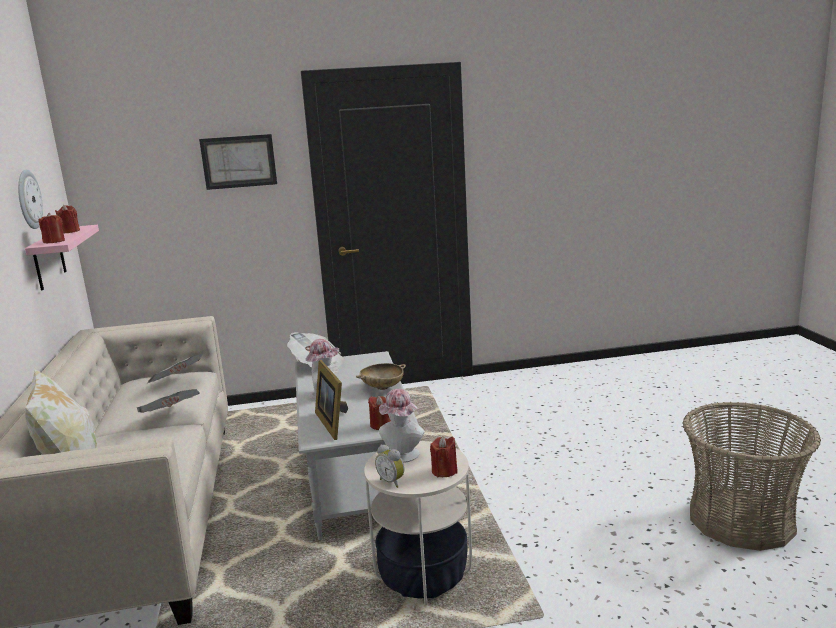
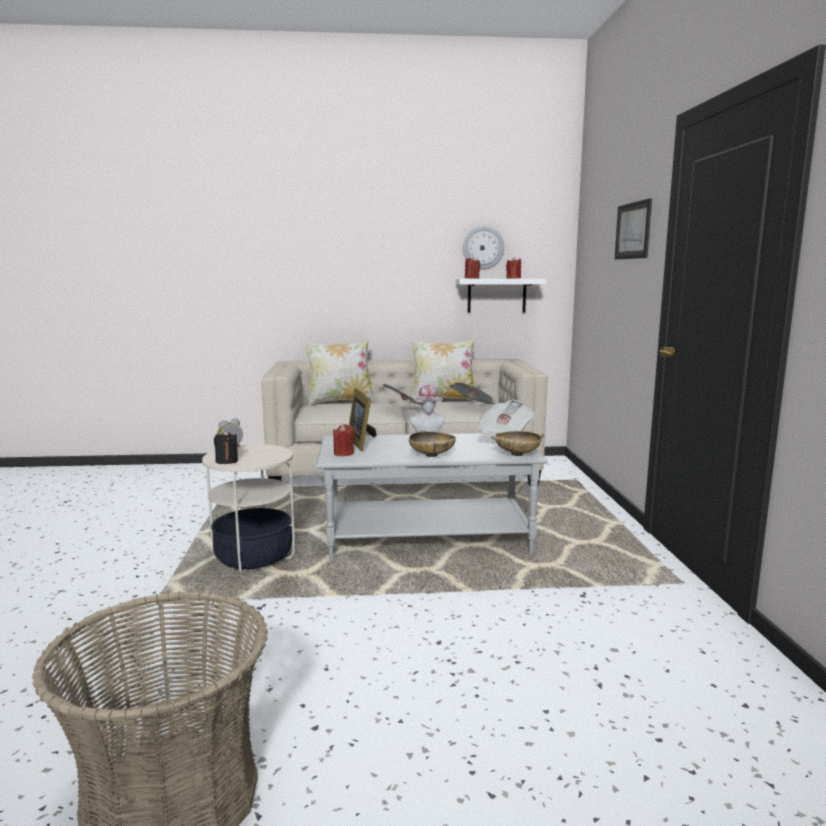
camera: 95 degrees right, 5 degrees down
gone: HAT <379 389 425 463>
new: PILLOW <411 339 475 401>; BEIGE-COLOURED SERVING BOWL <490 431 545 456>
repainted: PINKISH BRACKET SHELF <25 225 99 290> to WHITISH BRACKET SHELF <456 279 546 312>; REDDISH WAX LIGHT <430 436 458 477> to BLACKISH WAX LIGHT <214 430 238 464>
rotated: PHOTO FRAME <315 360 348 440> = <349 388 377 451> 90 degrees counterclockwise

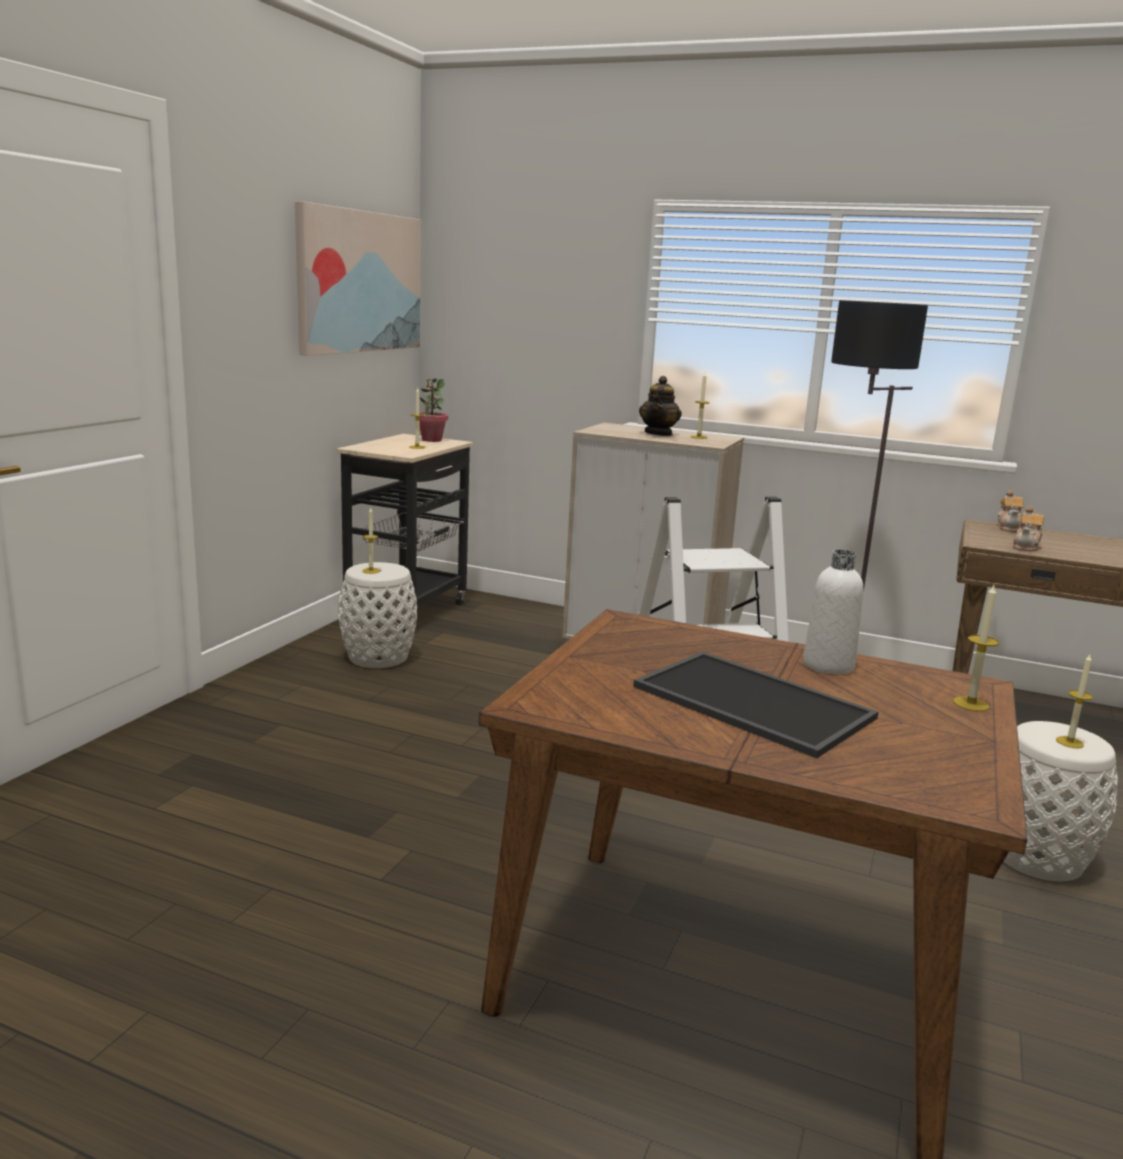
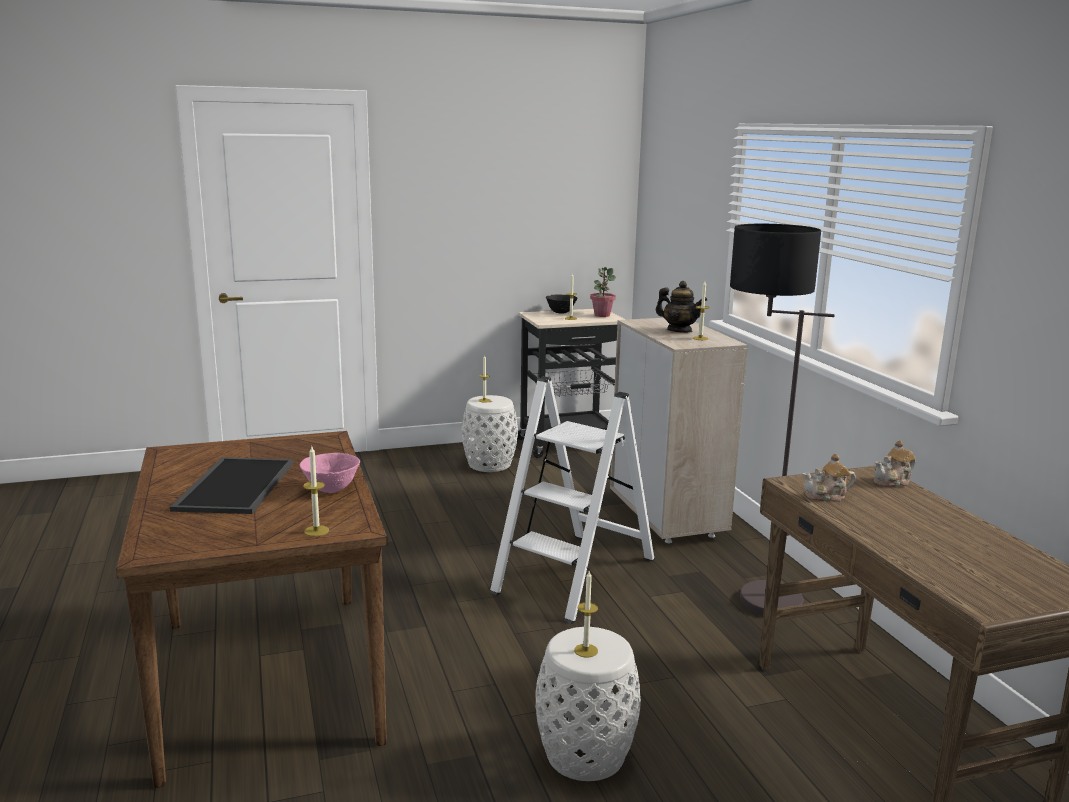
camera: 50 degrees right, 0 degrees up
gone: WALL ART <295 201 421 356>
new: BLACKISH SERVING BOWL <546 294 577 314>
swapped: WHITISH BEVERAGE BOTTLE <803 550 863 674> to PINKISH SERVING BOWL <300 453 360 493>
rotated: TEAPOT <639 376 682 436> = <656 281 707 333> 120 degrees counterclockwise

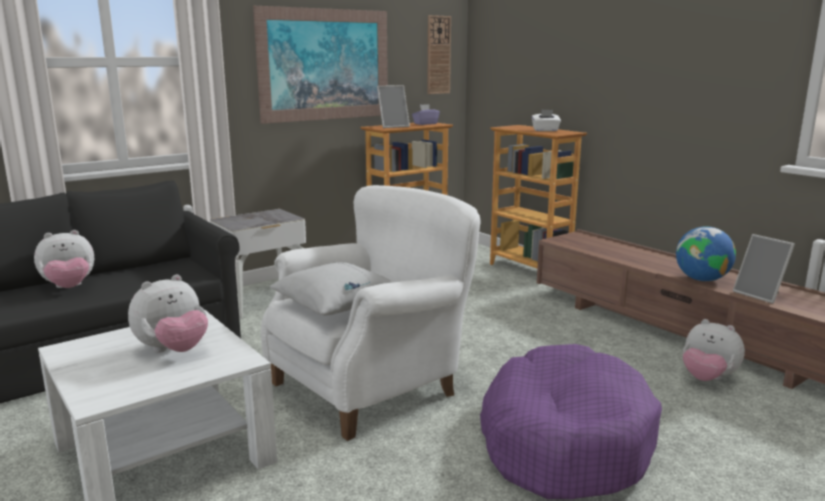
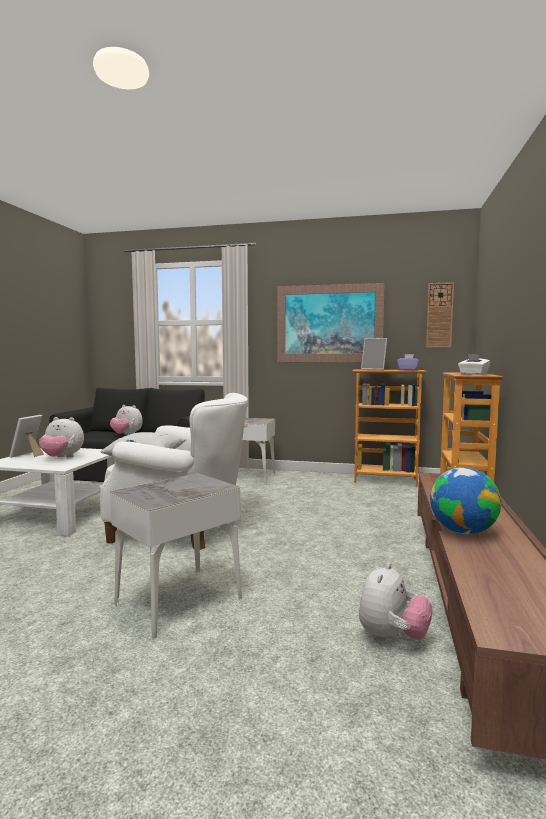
camera: 50 degrees right, 10 degrees down
shifted: PHOTO FRAME <733 234 795 303> to <9 415 44 458>
swapped: PURPLE-COLOURED PET BED <480 344 662 500> to ACCENT TABLE <110 473 242 639>
rotated: SOFT TOY <683 319 745 381> = <359 563 432 642> 150 degrees counterclockwise

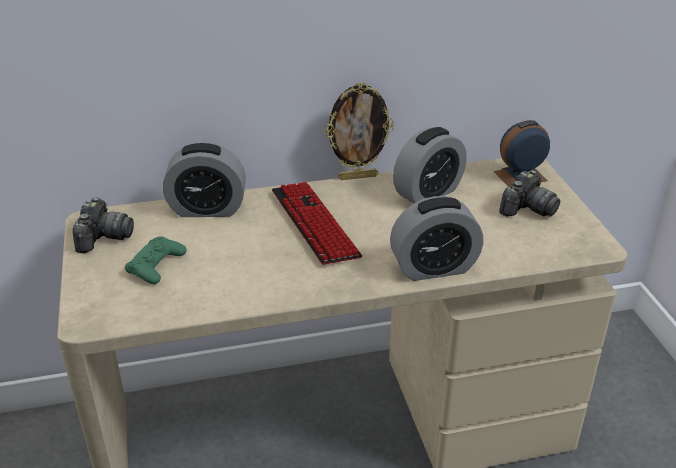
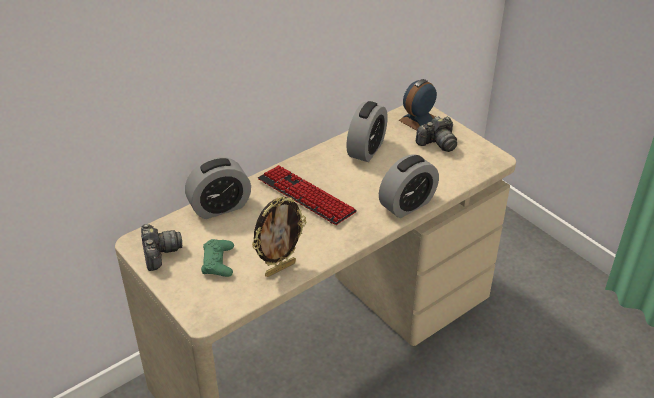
camera: 25 degrees left, 5 degrees up
shifted: PHOTO FRAME <325 82 394 180> to <252 197 306 277>
rotated: STILL CAMERA <499 170 560 217> = <416 116 457 152> 45 degrees clockwise

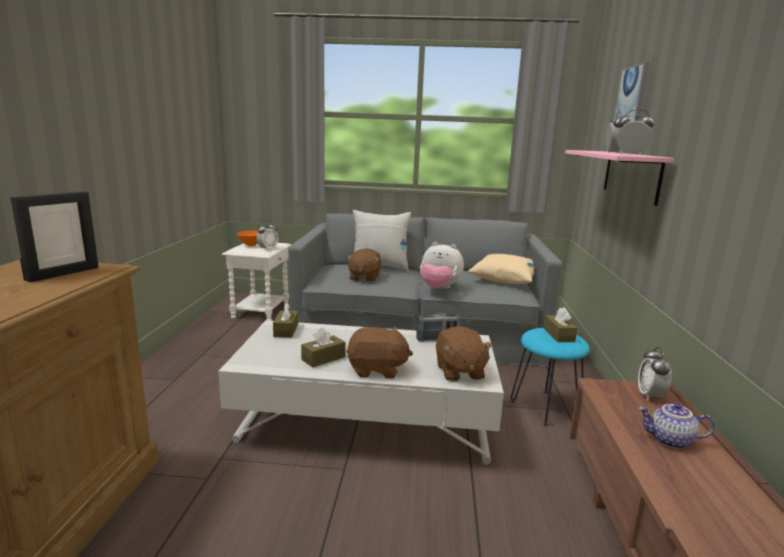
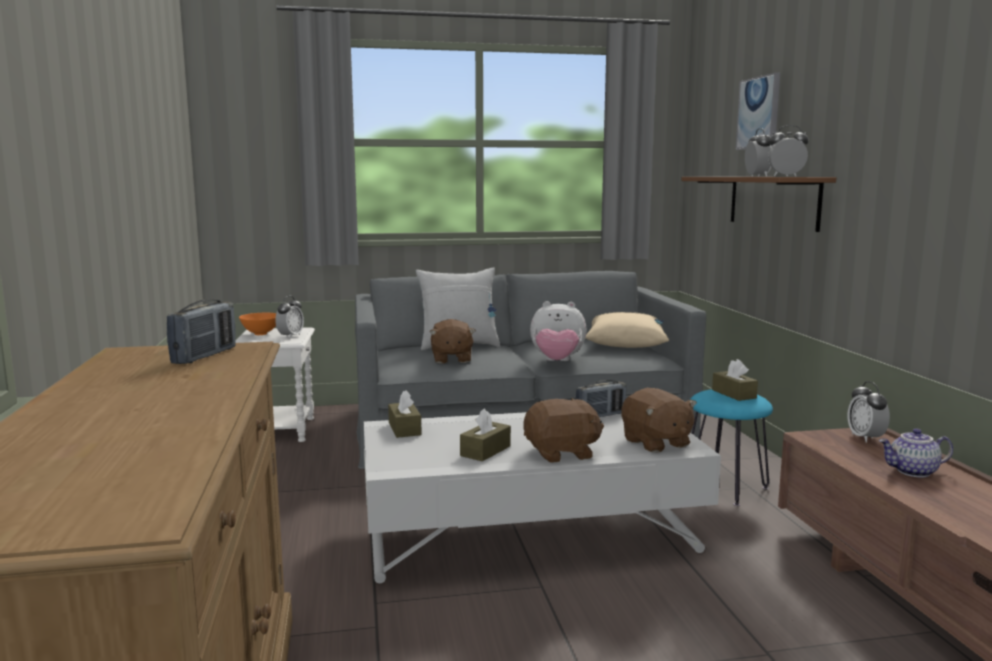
camera: 15 degrees left, 5 degrees down
swapped: PHOTO FRAME <10 191 99 282> to RADIO RECEIVER <167 299 236 364>
repainted: PINKISH BRACKET SHELF <565 150 674 206> to BROWN-COLOURED BRACKET SHELF <681 177 836 232>

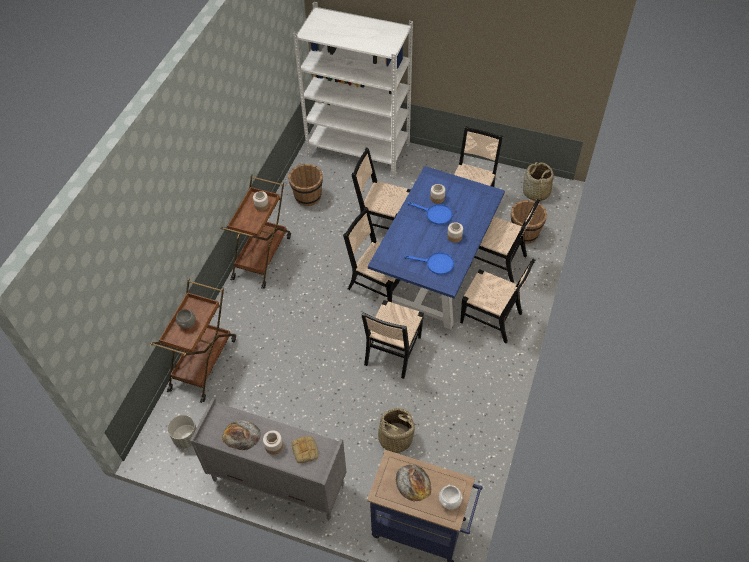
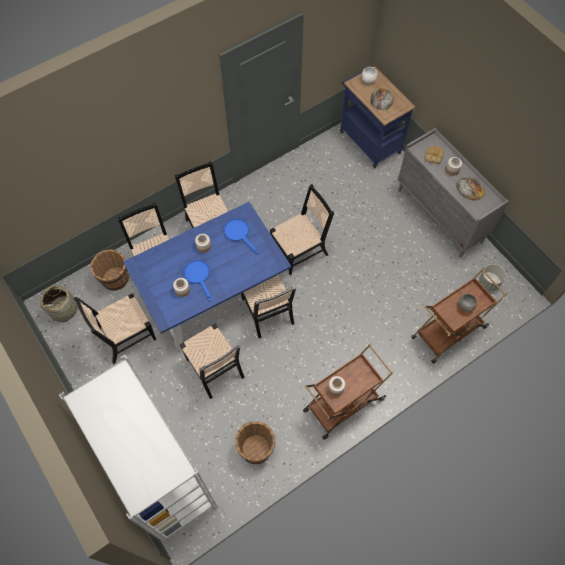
camera: 145 degrees left, 10 degrees up
gone: HOUSEHOLD BASKET <374 408 418 453>

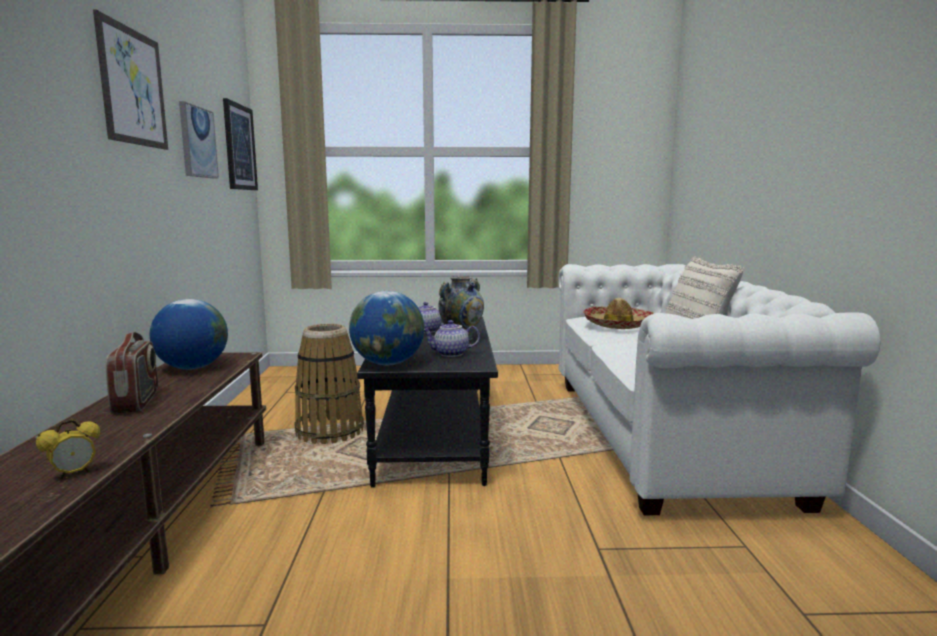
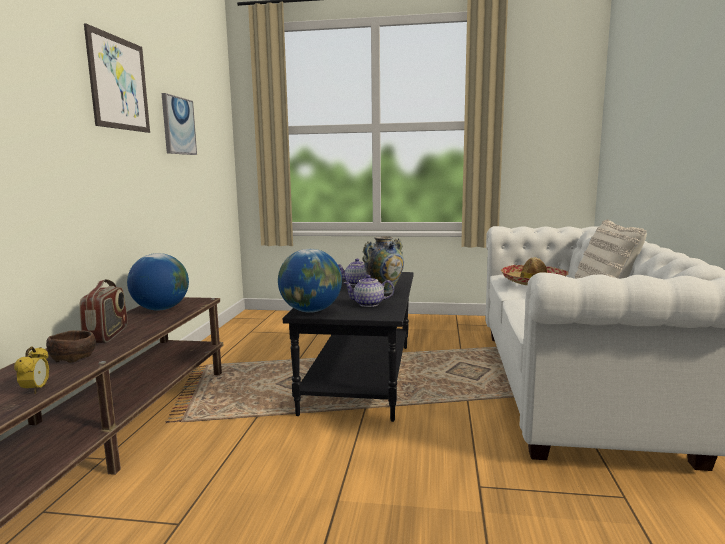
camera: 10 degrees right, 0 degrees up
gone: WALL ART <223 98 258 190>; HOUSEHOLD BASKET <295 324 364 444>
new: BROWN-COLOURED SERVING BOWL <46 331 96 363>
rotated: TABLE CLOCK <36 419 100 479> = <14 346 49 394> 60 degrees counterclockwise

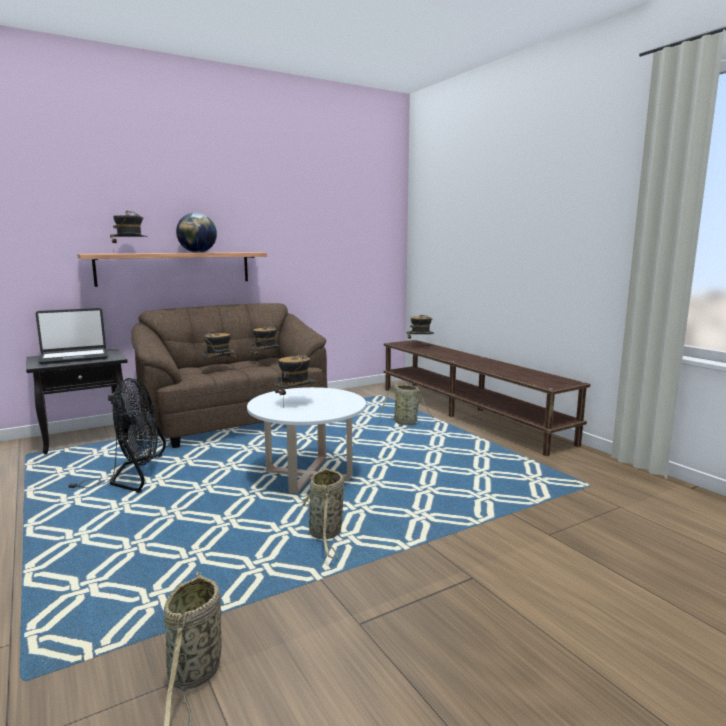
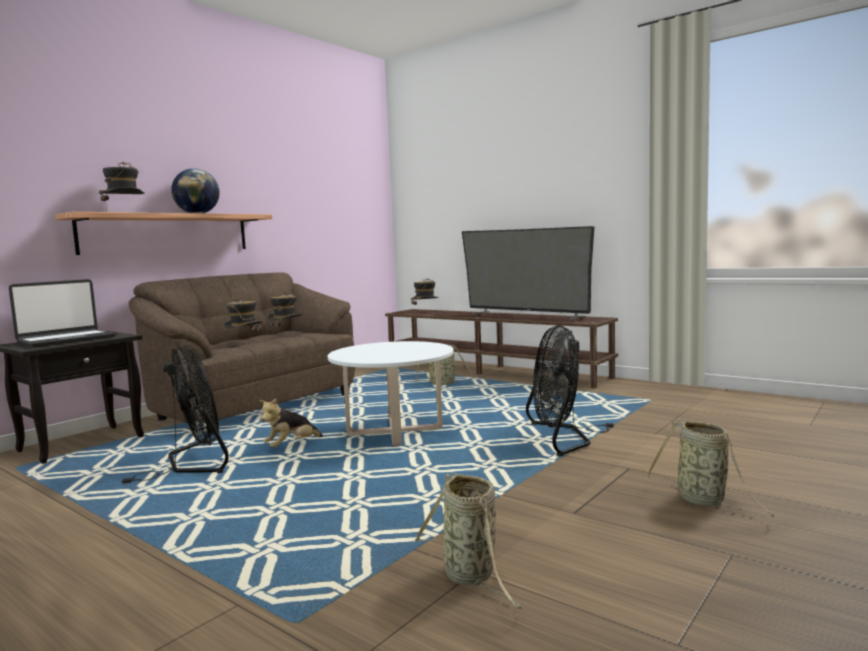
camera: 20 degrees left, 5 degrees down
gone: HAT <274 354 315 407>
new: SOFT TOY <259 398 323 448>; TV <462 226 594 321>; BLACKISH COOLING FAN <526 325 616 457>
shifted: HOUSEHOLD BASKET <300 467 344 558> to <646 420 774 517>

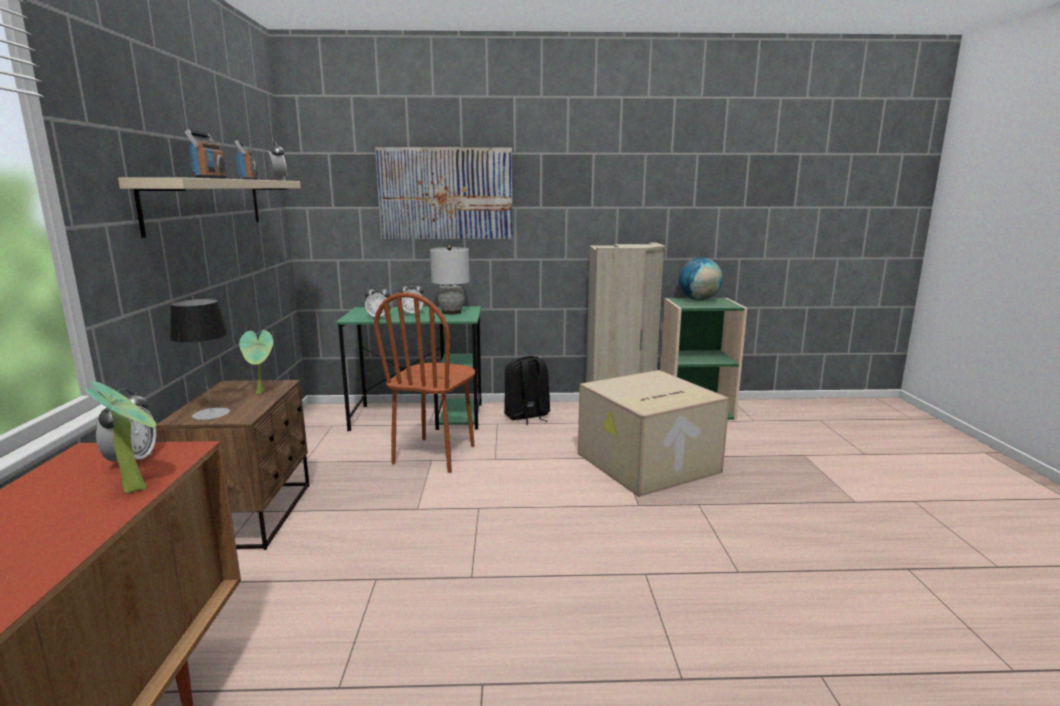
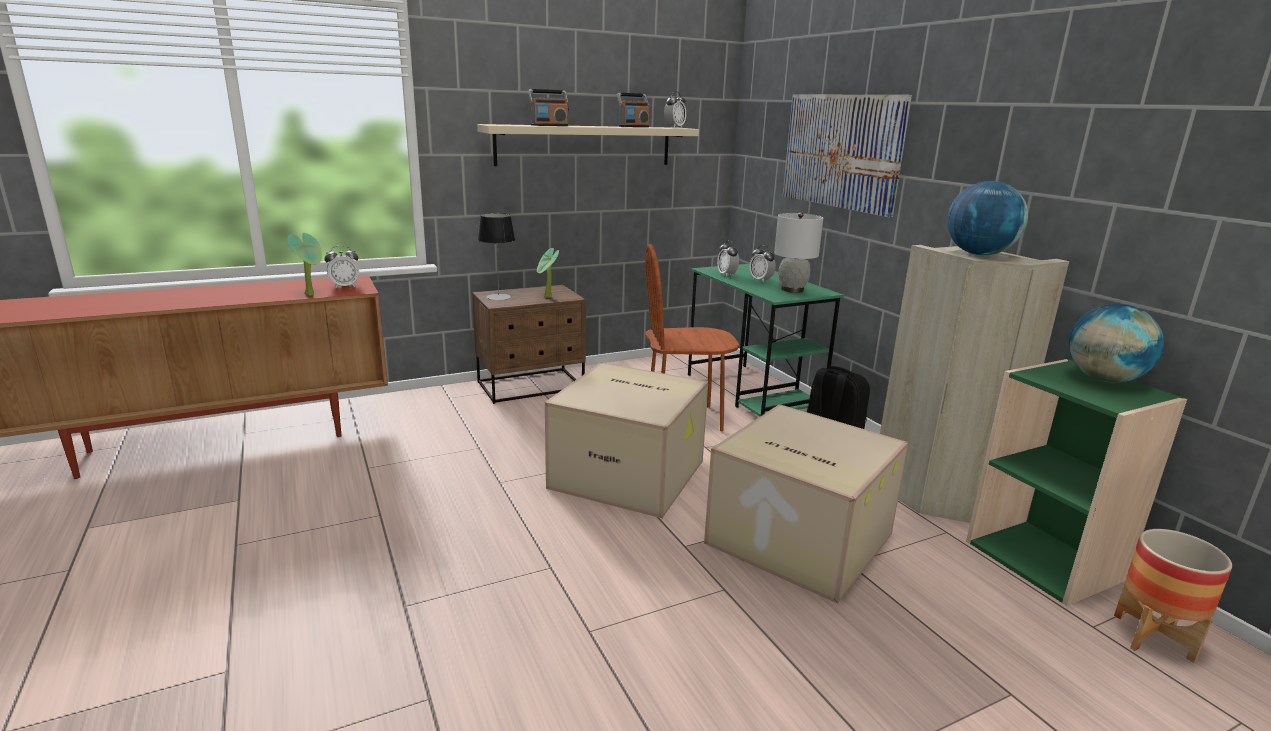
camera: 65 degrees right, 5 degrees up
new: CARTON <545 362 708 518>; WORLD GLOBE <947 181 1028 255>; PLANT POT <1114 529 1232 663>

